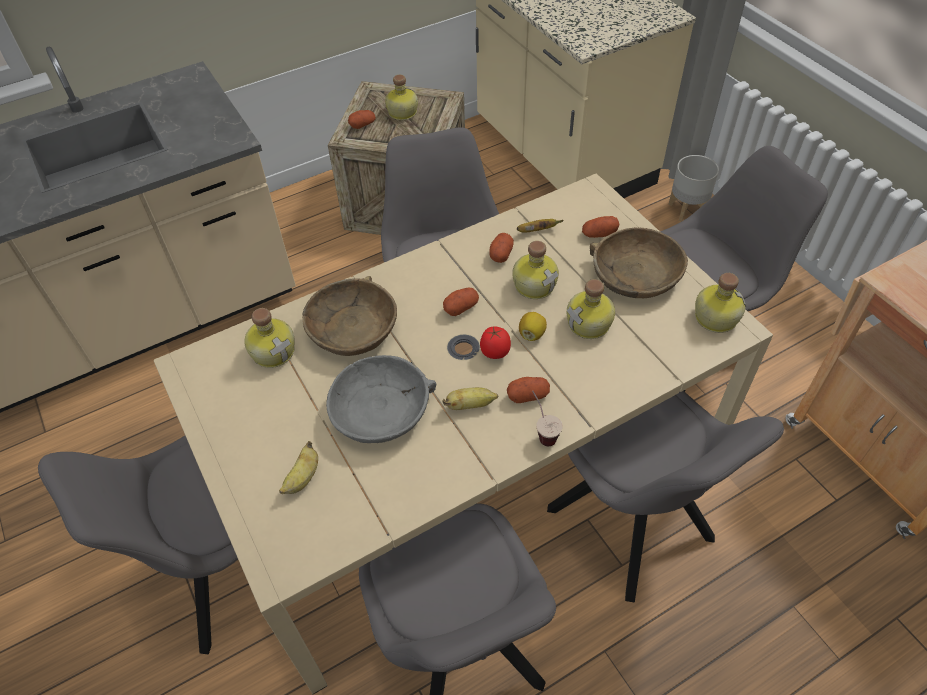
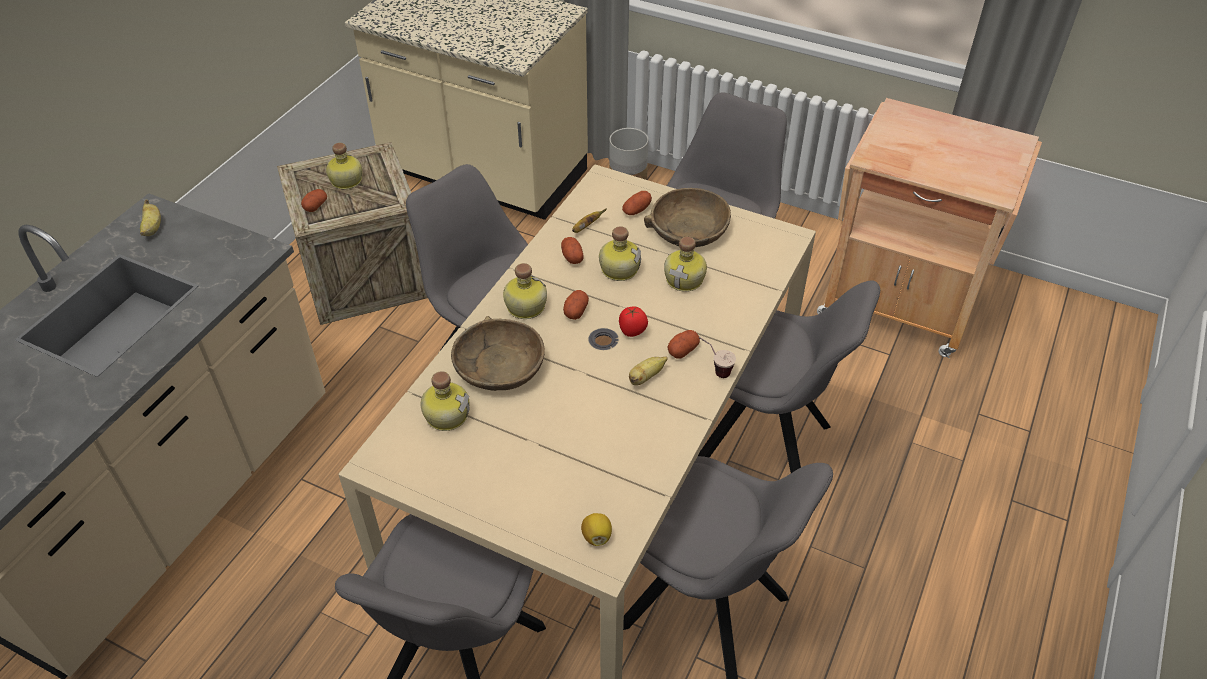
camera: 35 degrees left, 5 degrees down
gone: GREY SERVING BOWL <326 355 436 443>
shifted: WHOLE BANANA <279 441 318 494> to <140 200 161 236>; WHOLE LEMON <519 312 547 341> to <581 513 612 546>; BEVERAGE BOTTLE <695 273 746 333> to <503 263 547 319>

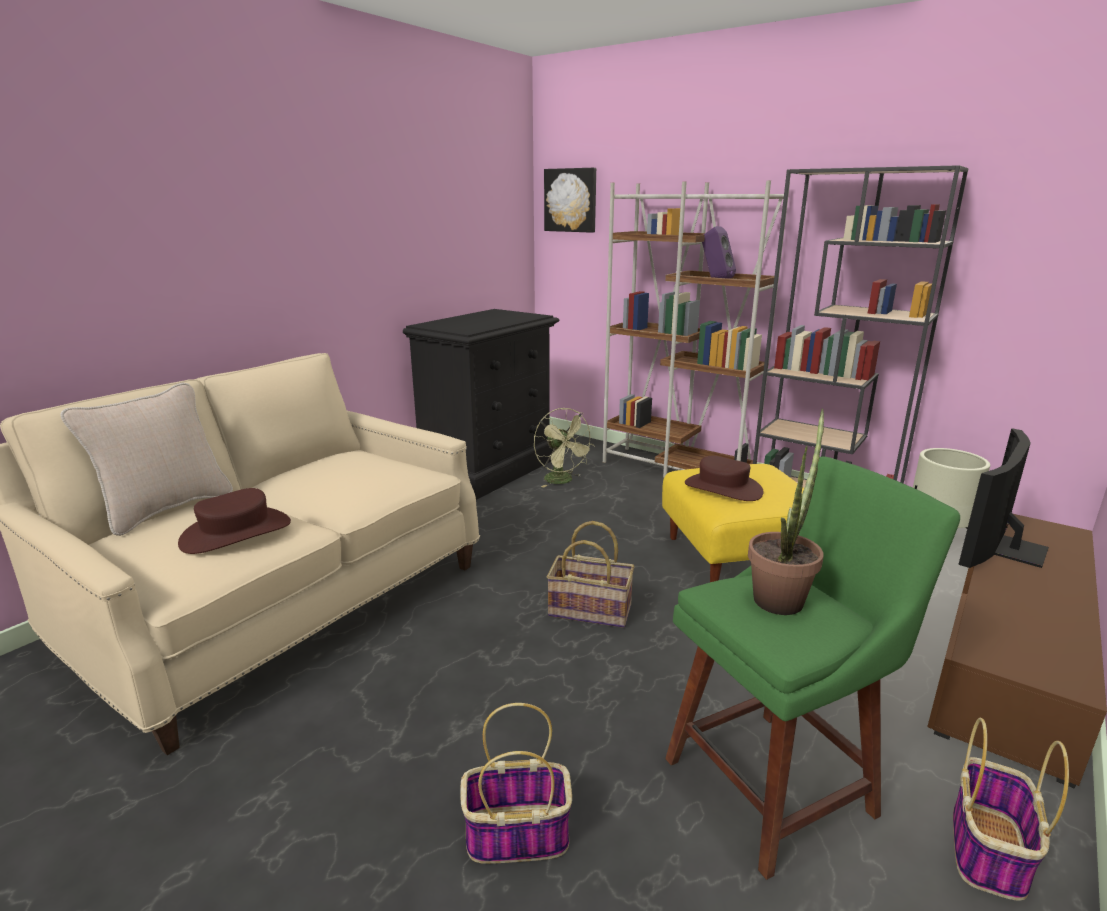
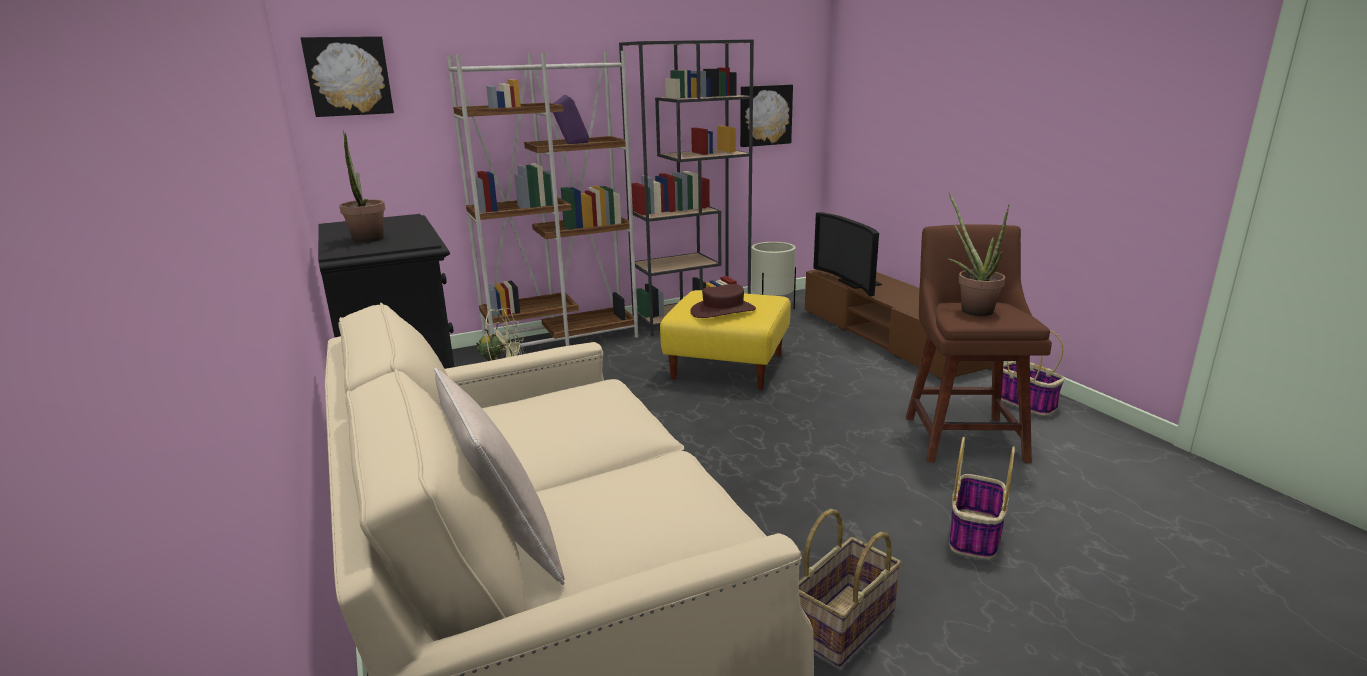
camera: 60 degrees left, 0 degrees up
gone: BROWN-COLOURED HAT <178 488 291 554>
new: HOUSEPLANT <339 130 385 243>; WALL ART <740 84 793 147>
shifted: HOUSEHOLD BASKET <547 521 634 628> to <799 509 902 667>
repainted: GREEN-COLOURED STOOL <665 456 960 880> to BROWN-COLOURED STOOL <906 224 1052 463>

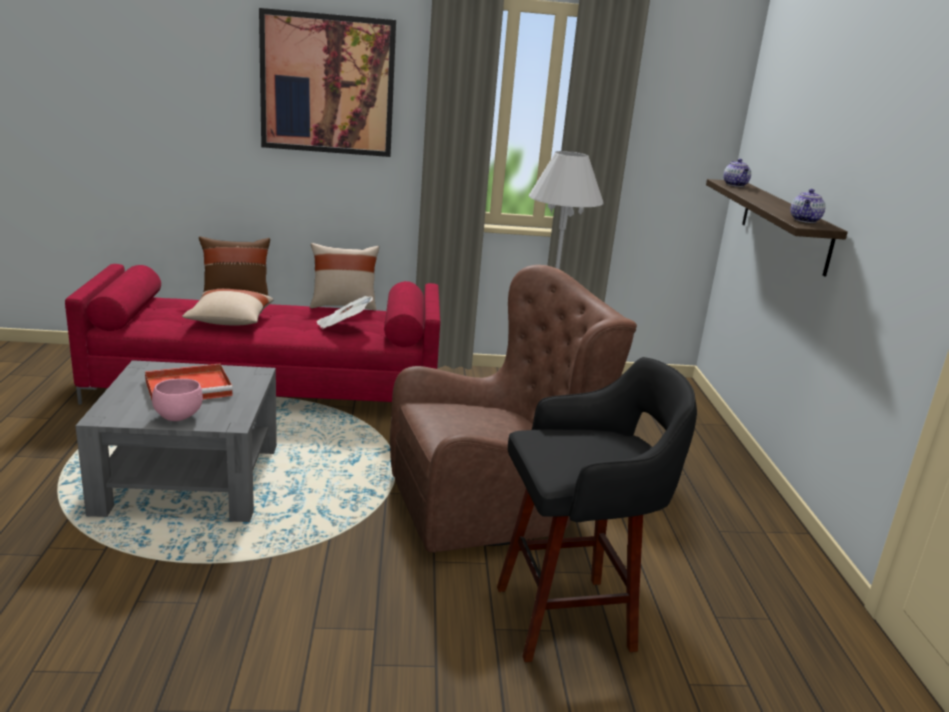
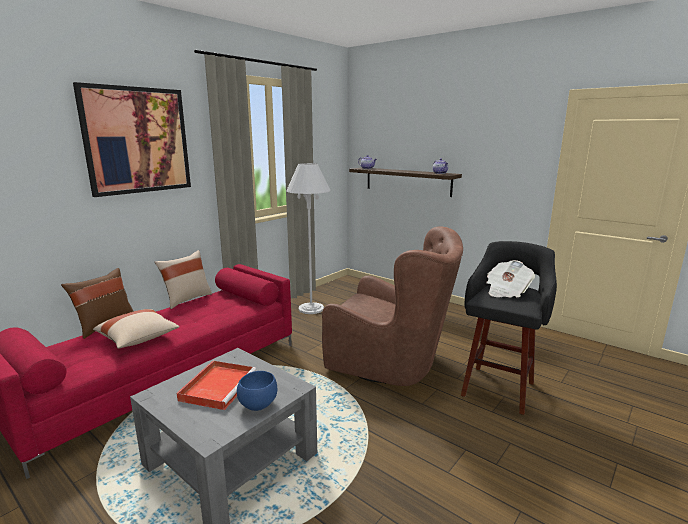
camera: 45 degrees left, 5 degrees down
shifted: PRINTED PAPER <317 296 373 329> to <486 260 535 298>
repainted: PINKISH SERVING BOWL <152 379 203 421> to BLUE SERVING BOWL <237 371 277 411>
rotated: BROWN-COLOURED ARMCHAIR <390 265 637 553> = <322 227 463 386> 90 degrees clockwise

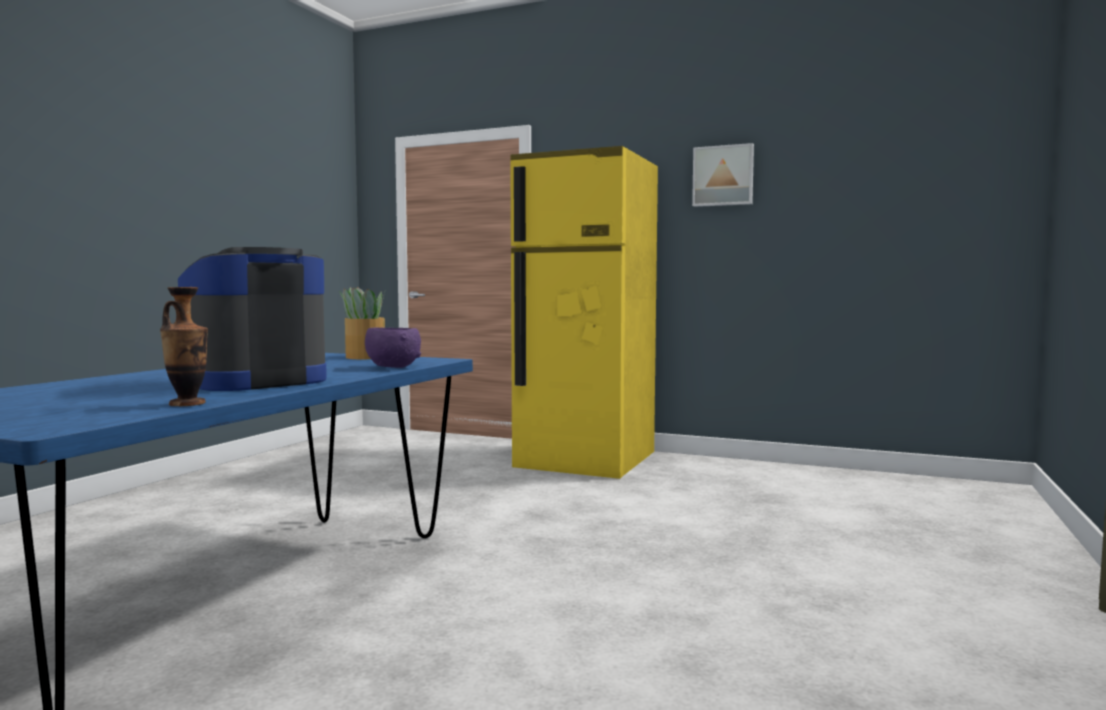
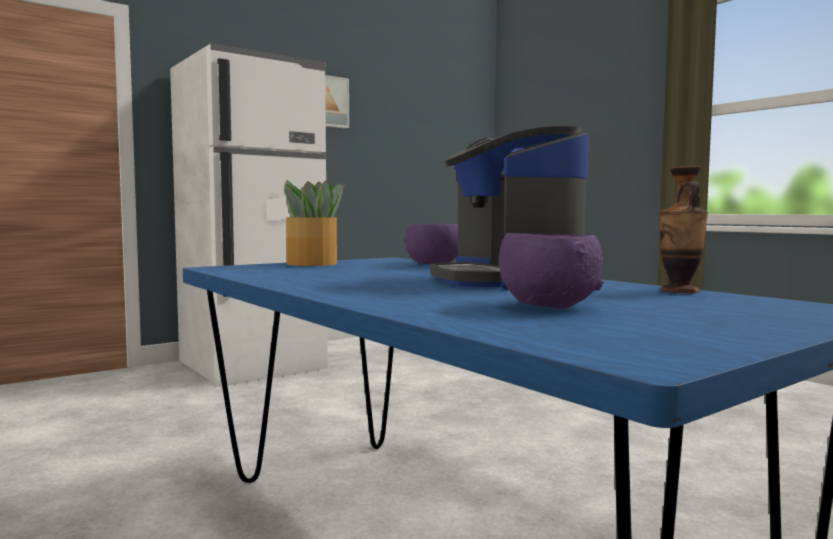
camera: 60 degrees left, 0 degrees up
new: PURPLE-COLOURED SERVING BOWL <499 233 604 308>
repainted: YELLOW KITCHEN FRIDGE <510 146 658 479> to WHITISH KITCHEN FRIDGE <170 43 328 387>

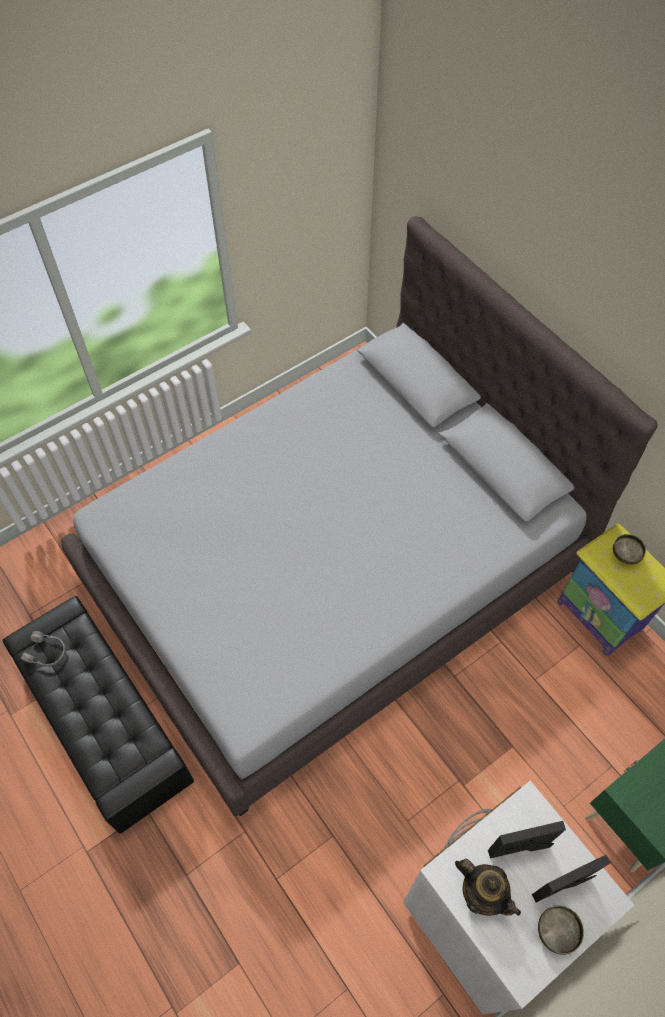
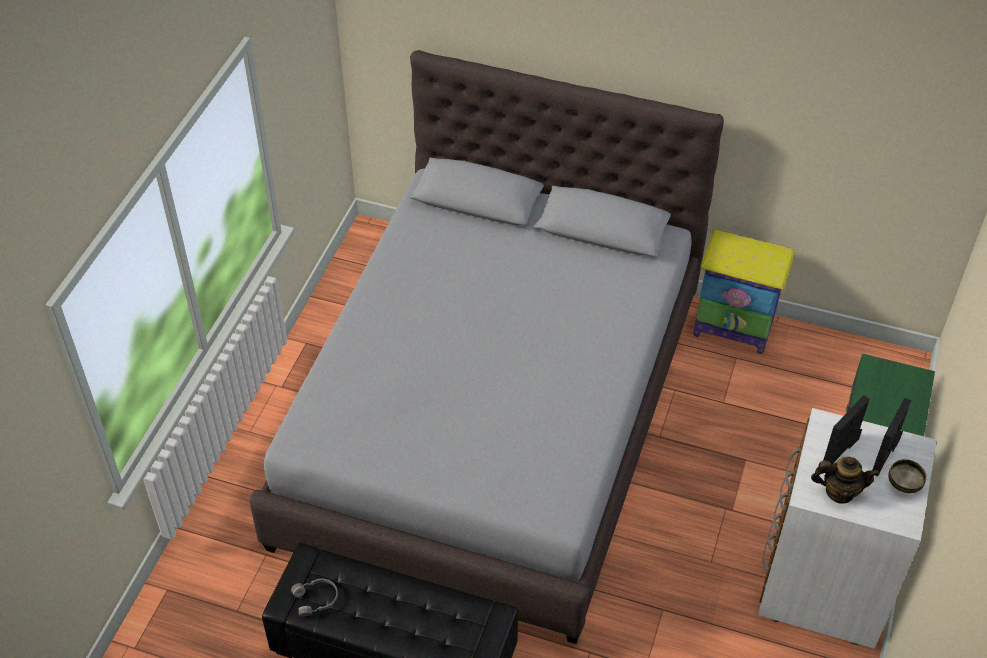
camera: 35 degrees left, 10 degrees down
gone: SERVING BOWL <613 534 646 565>

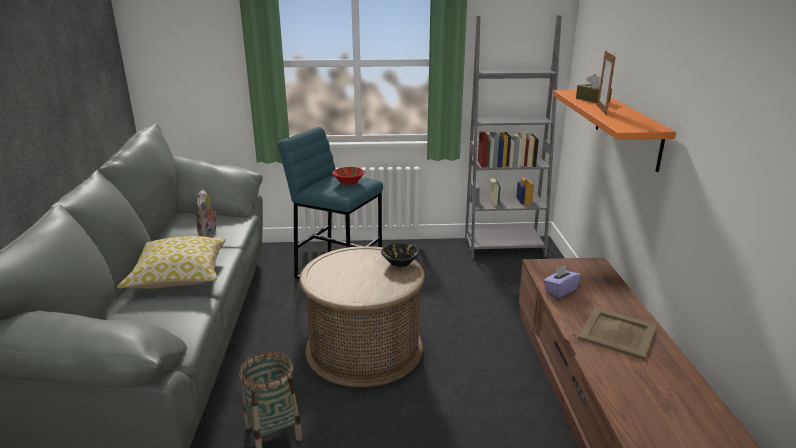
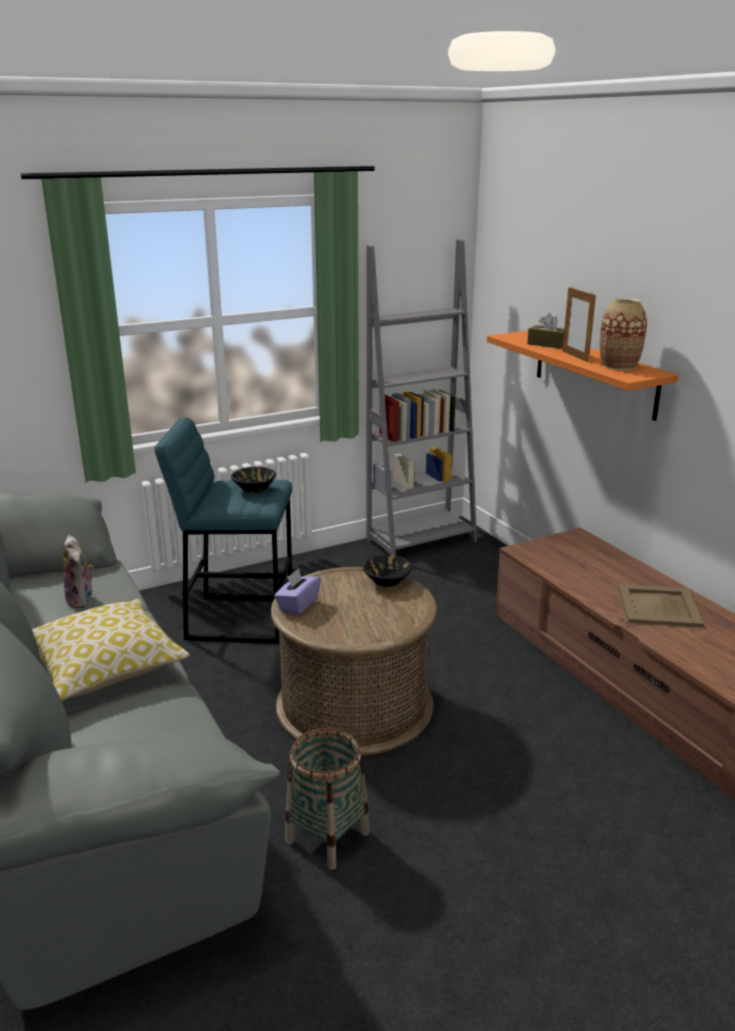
camera: 25 degrees left, 0 degrees up
new: VASE <600 298 647 370>
shifted: PURPLE-COLOURED BOX OF TISSUES <544 265 581 298> to <274 569 321 615>
repainted: REDDISH SERVING BOWL <332 167 365 185> to BLACKISH SERVING BOWL <231 467 276 494>

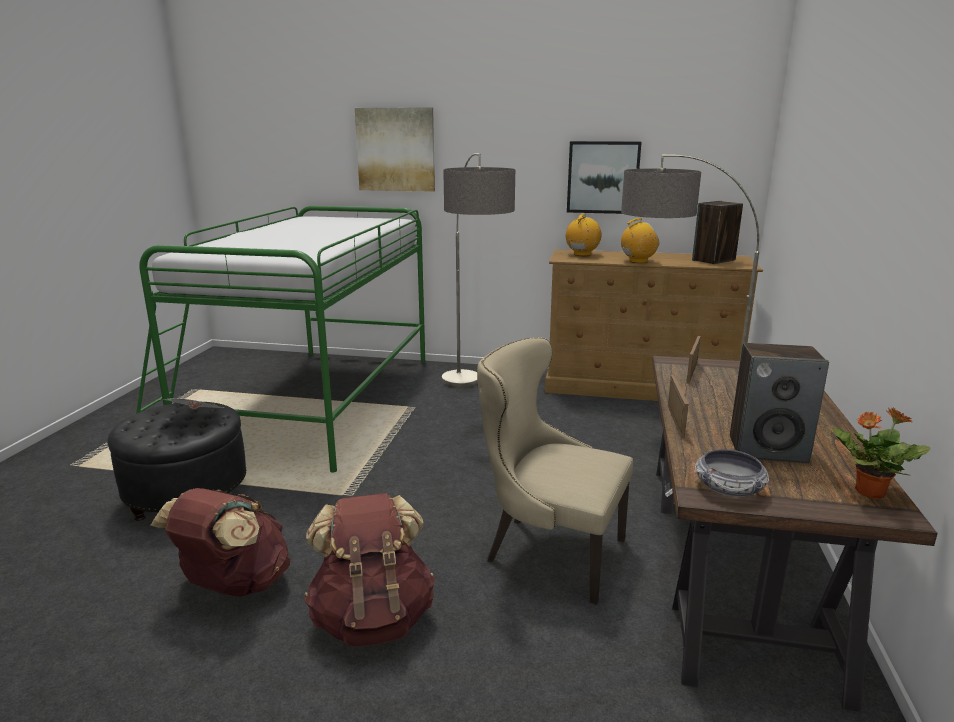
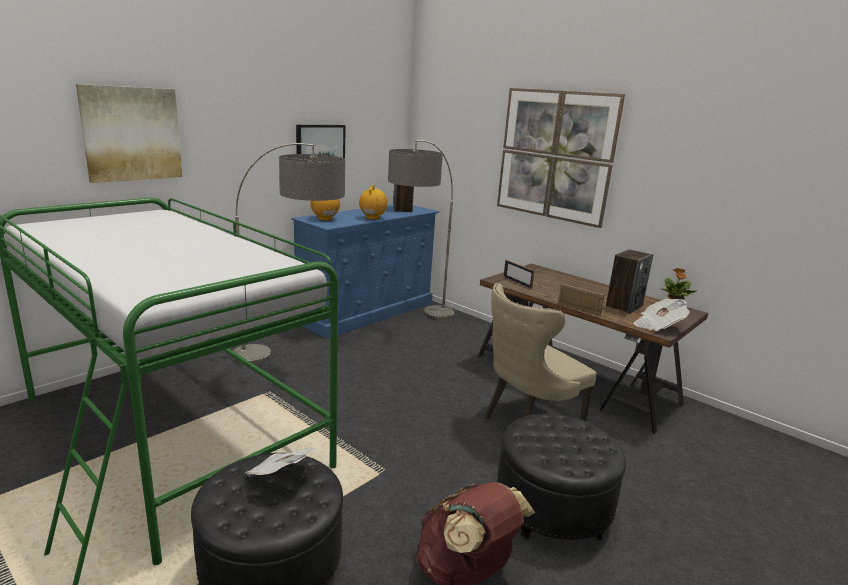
camera: 60 degrees left, 0 degrees up
new: WALL ART <497 88 625 228>
swapped: BROWN-COLOURED BACKPACK <304 493 435 647> to BLACKISH FOOTREST <497 414 626 540>; SERVING BOWL <695 449 769 497> to PRINTED PAPER <634 298 689 331>
repainted: BROWN-COLOURED DRAWER CHEST <545 249 763 401> to BLUE DRAWER CHEST <291 204 439 339>

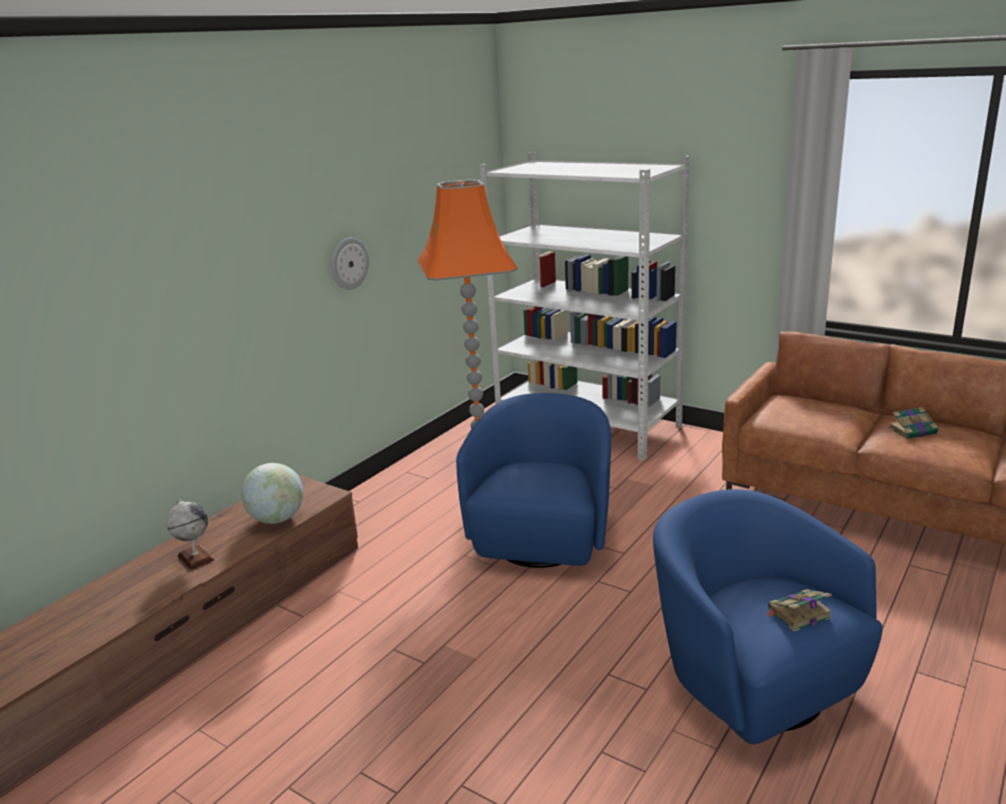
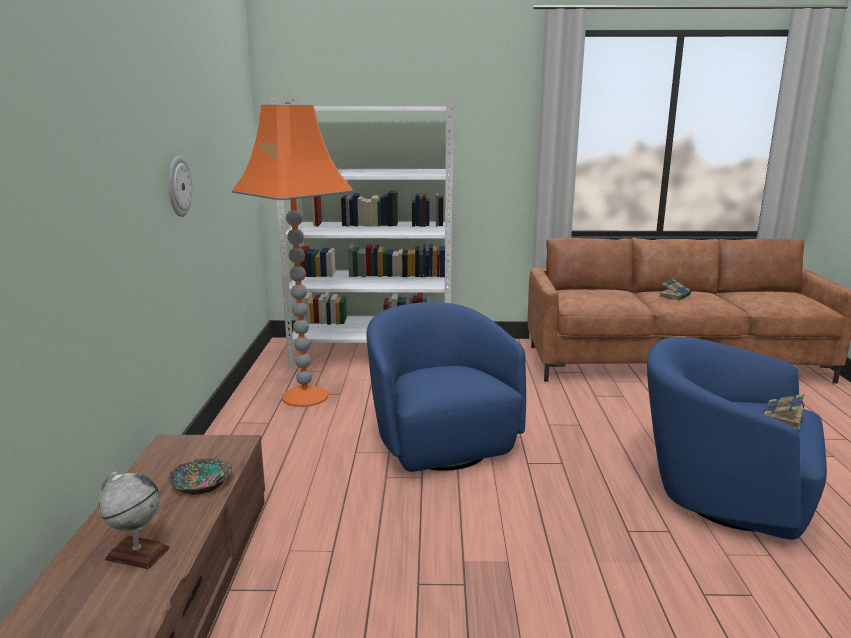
camera: 35 degrees left, 5 degrees down
swapped: WORLD GLOBE <241 463 304 524> to SERVING BOWL <168 458 232 495>

